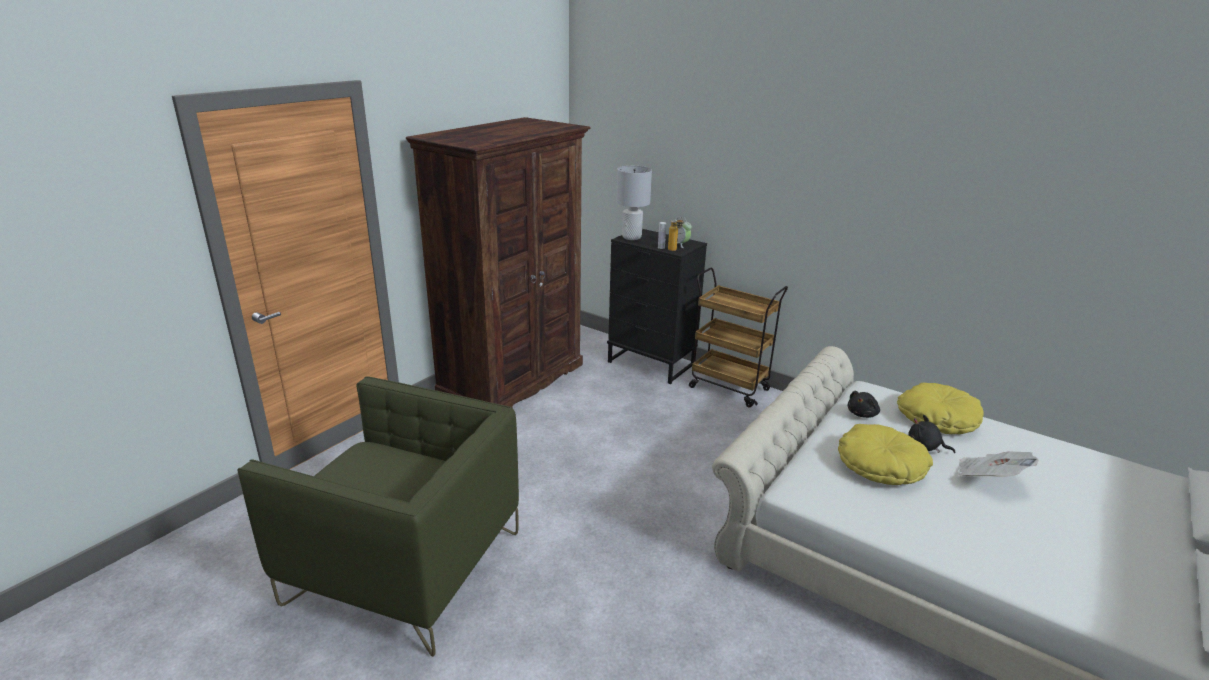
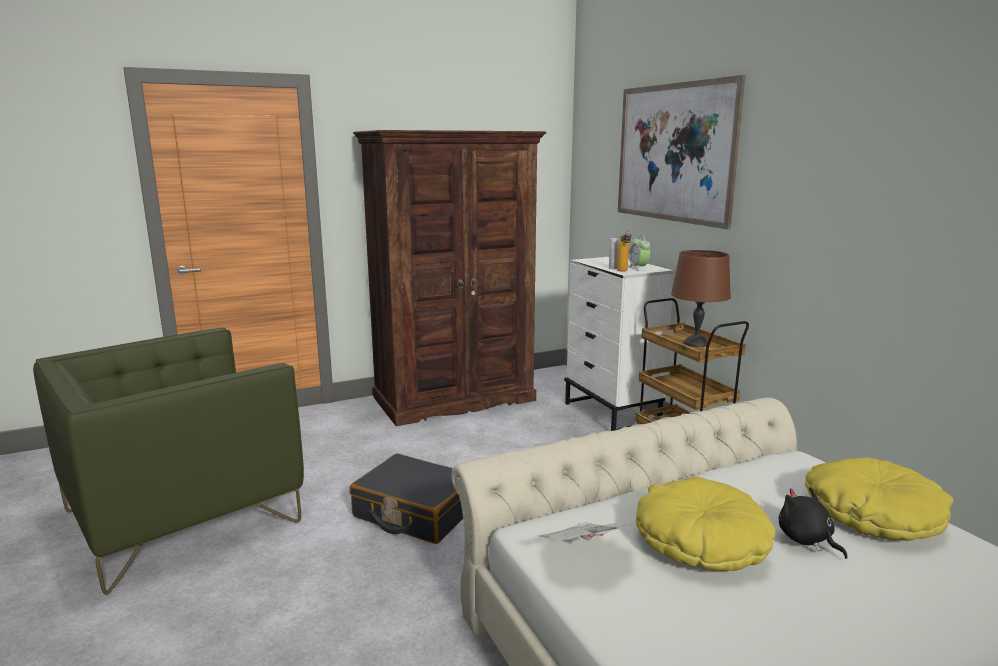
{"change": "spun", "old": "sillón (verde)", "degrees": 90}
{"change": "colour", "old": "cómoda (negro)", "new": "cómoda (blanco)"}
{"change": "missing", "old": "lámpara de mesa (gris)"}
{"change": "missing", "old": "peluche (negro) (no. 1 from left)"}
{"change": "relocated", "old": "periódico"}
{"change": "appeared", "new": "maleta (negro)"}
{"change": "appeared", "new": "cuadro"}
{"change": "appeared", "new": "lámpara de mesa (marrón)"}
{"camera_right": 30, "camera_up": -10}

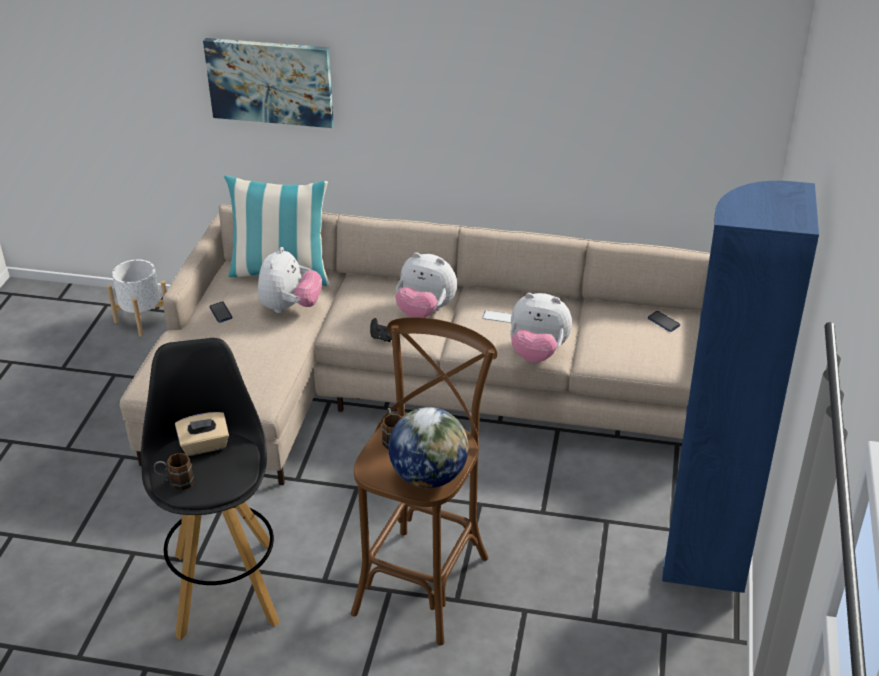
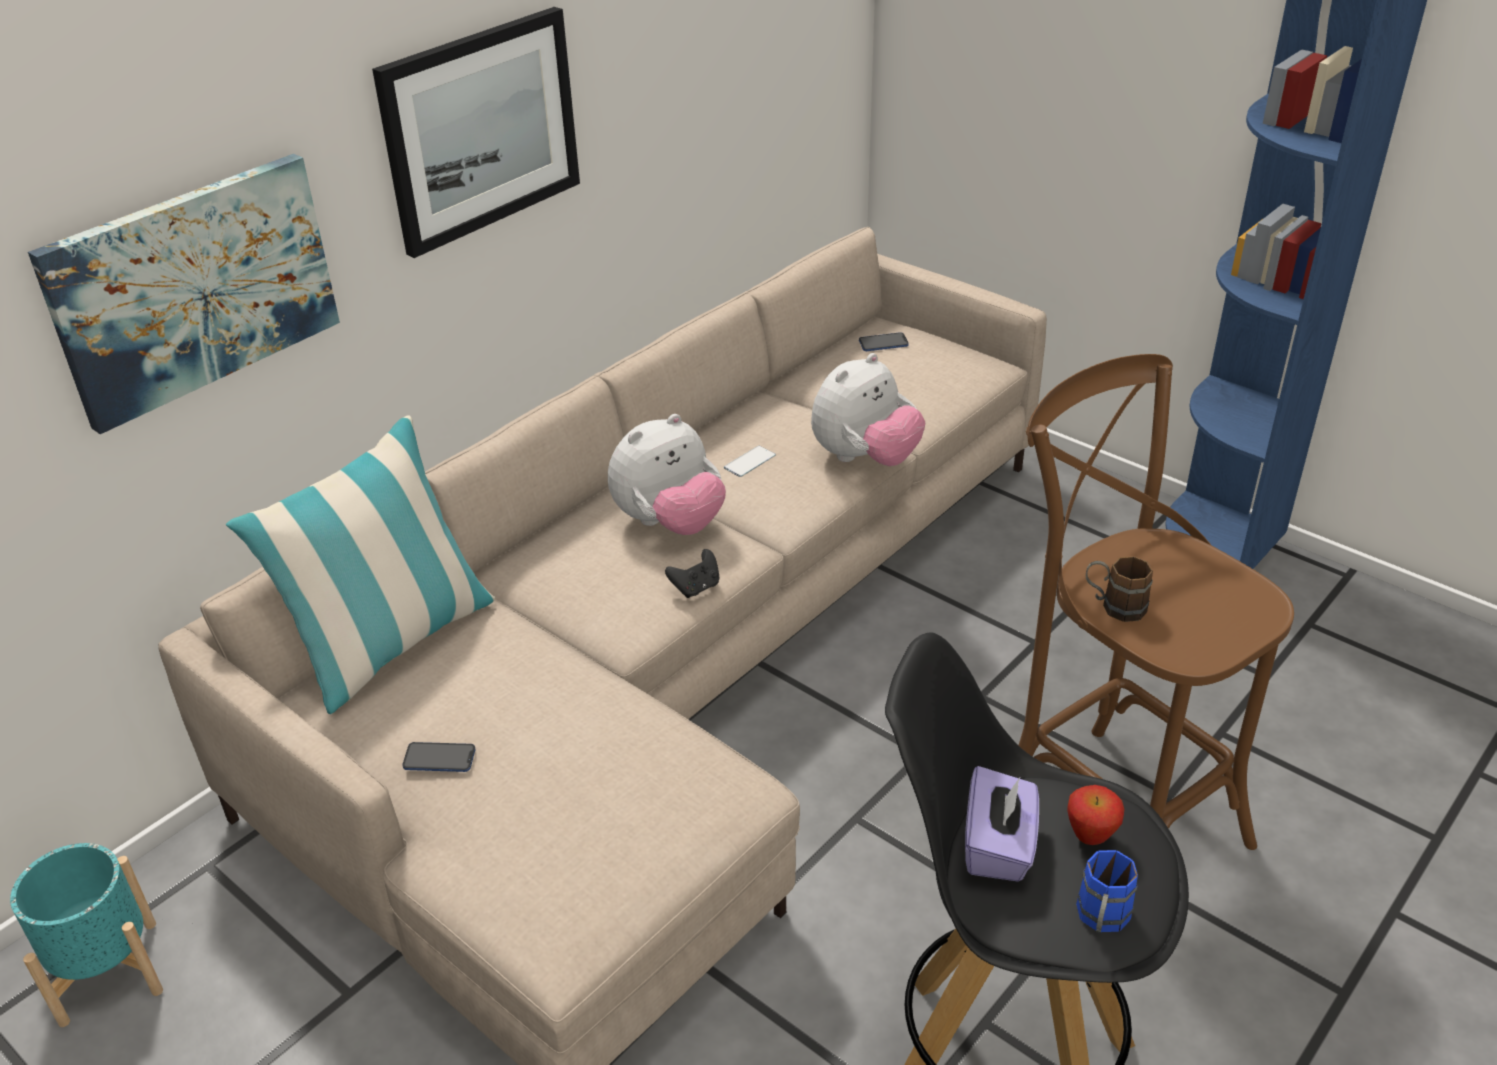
{"change": "colour", "old": "maceta (blanco)", "new": "maceta (turquesa)"}
{"change": "colour", "old": "taza grande (marrón) (no. 1 from left)", "new": "taza grande (azul)"}
{"change": "colour", "old": "caja de pañuelos (beis)", "new": "caja de pañuelos (morado)"}
{"change": "missing", "old": "peluche (no. 1 from left)"}
{"change": "missing", "old": "globo terráqueo"}
{"change": "appeared", "new": "cuadro (no. 2 from left)"}
{"change": "appeared", "new": "manzana"}
{"camera_right": -60, "camera_up": 0}

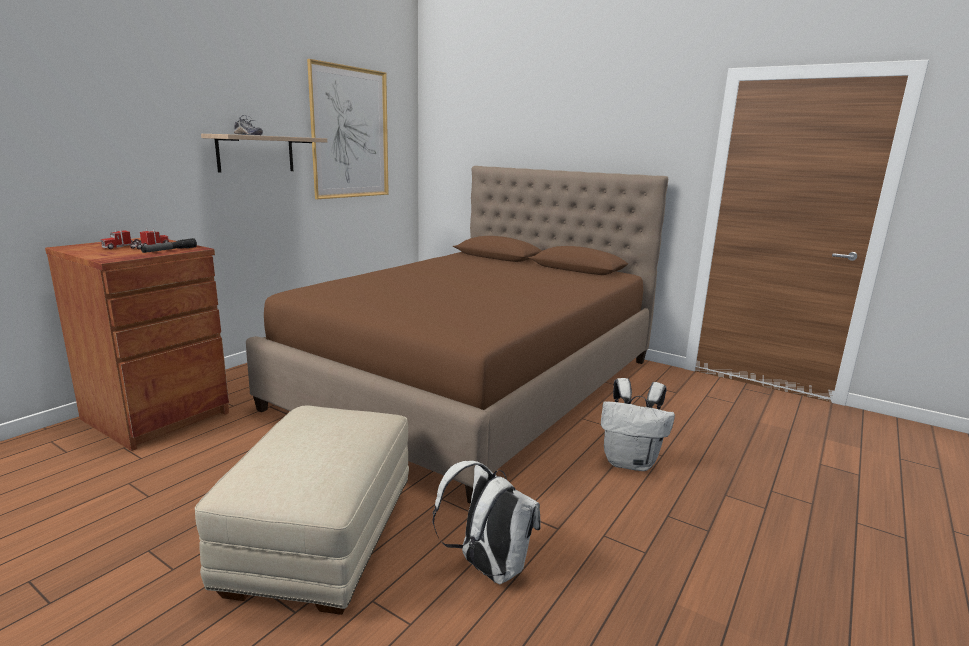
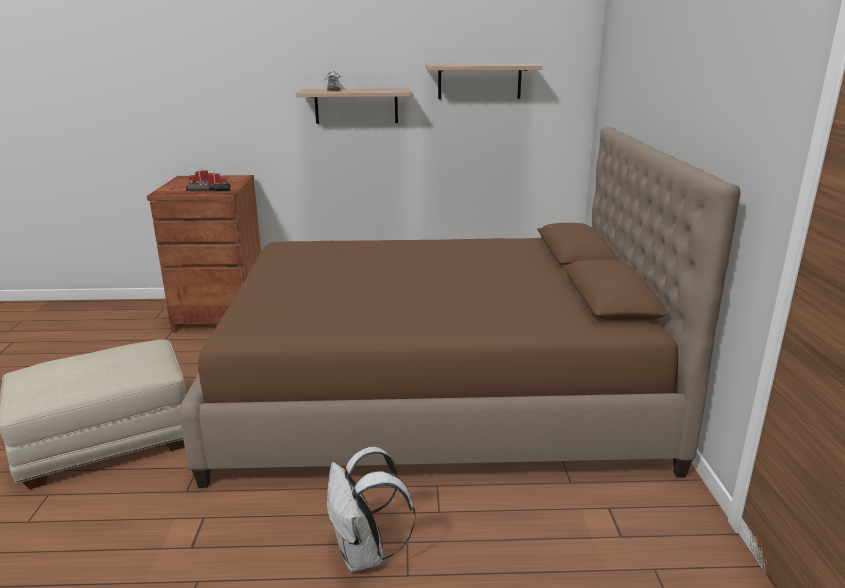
{"change": "exchanged", "old": "cuadro", "new": "estante (no. 2 from left)"}
{"change": "missing", "old": "mochila (blanco) (no. 1 from left)"}
{"camera_right": 55, "camera_up": 5}

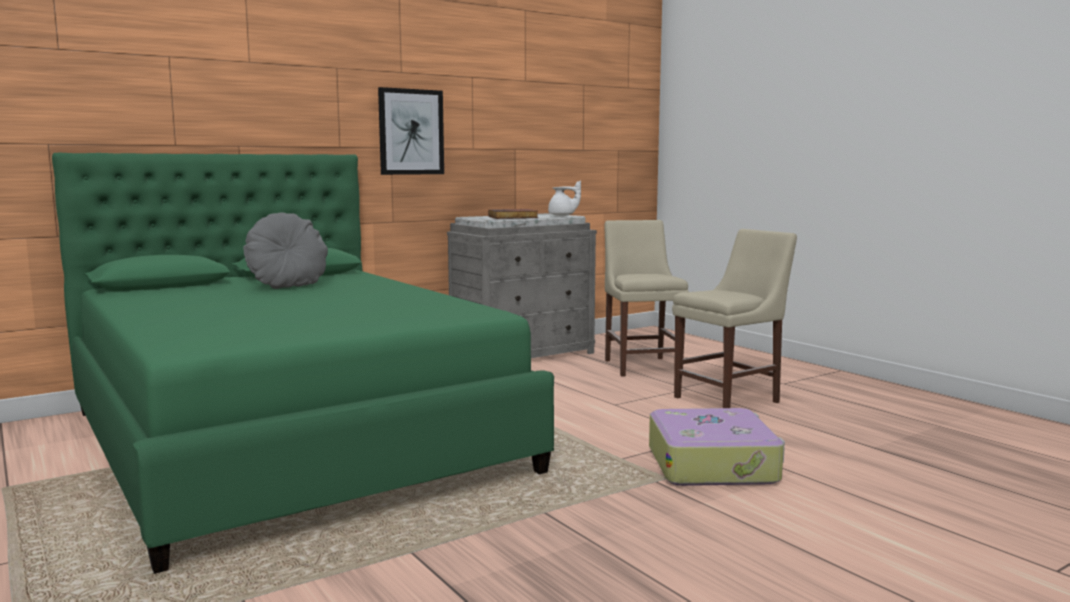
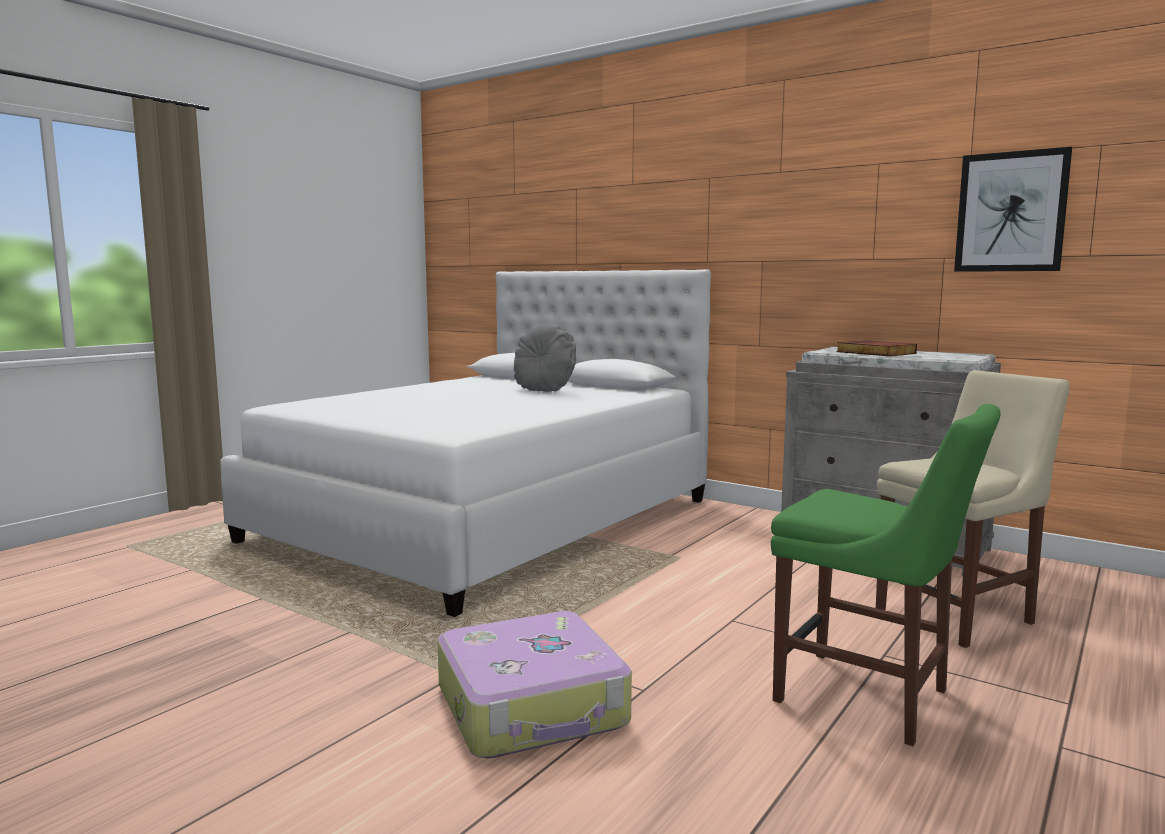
{"change": "colour", "old": "cama (verde)", "new": "cama (blanco)"}
{"change": "relocated", "old": "cuadro"}
{"change": "missing", "old": "tetera (blanco)"}
{"change": "colour", "old": "silla (beis) (no. 2 from left)", "new": "silla (verde)"}
{"camera_right": 70, "camera_up": 0}

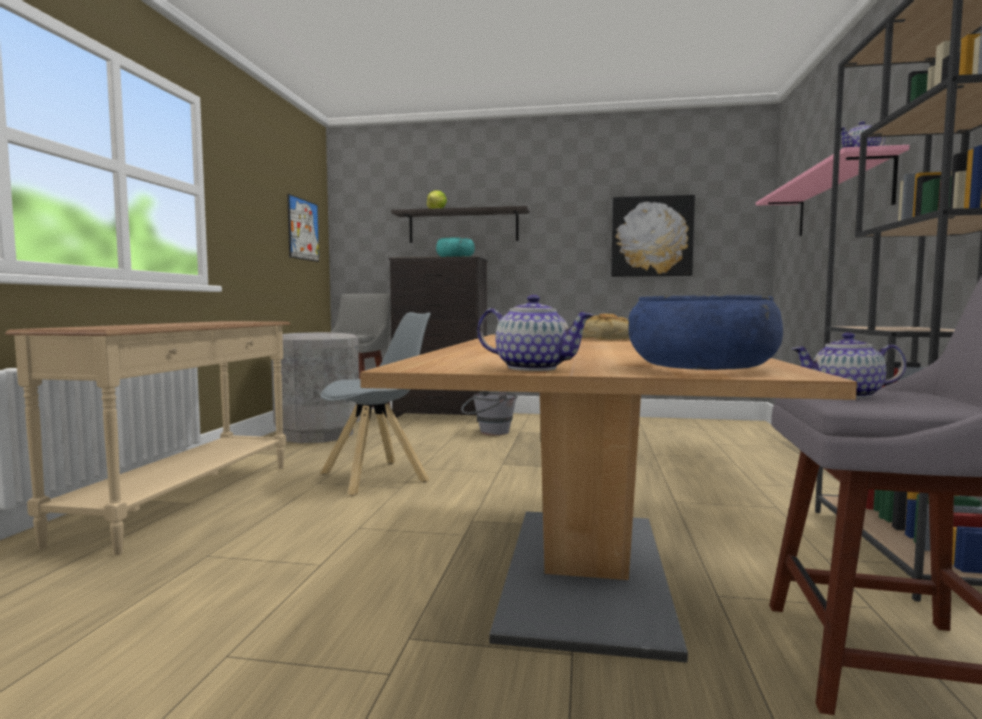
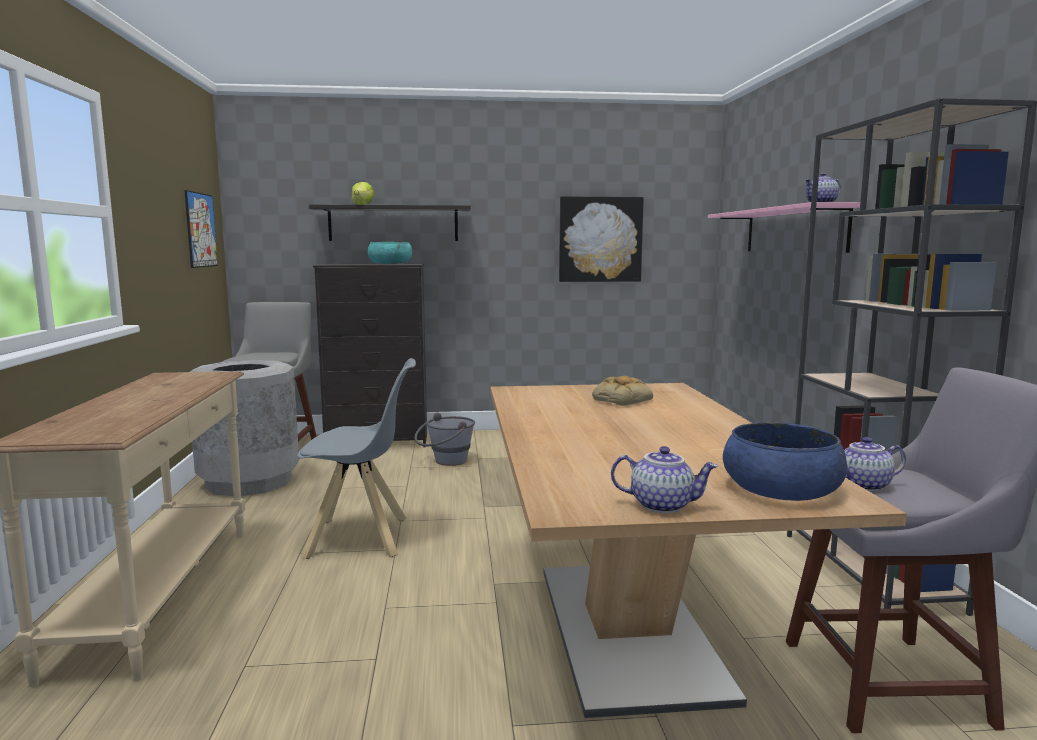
{"change": "spun", "old": "silla (gris)", "degrees": 45}
{"camera_right": -15, "camera_up": 5}

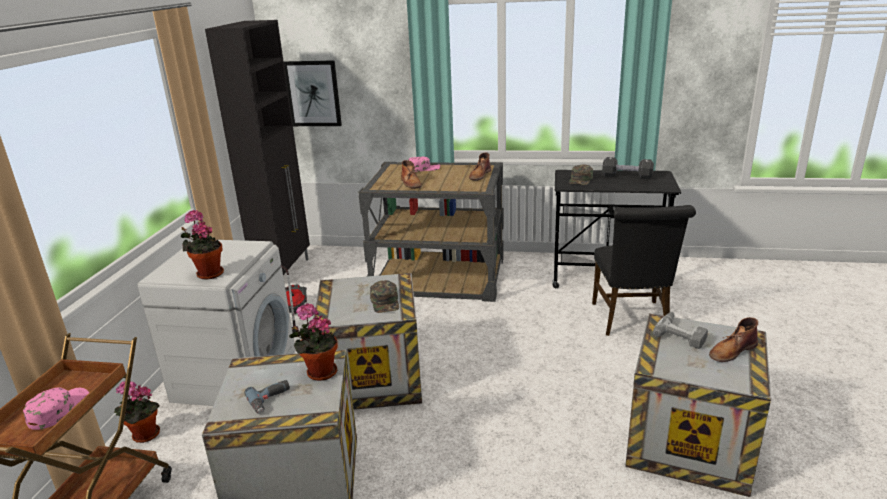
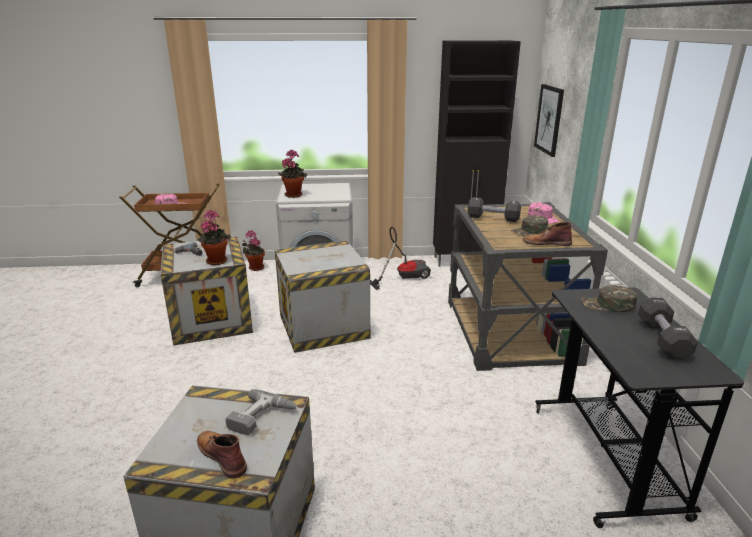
{"change": "relocated", "old": "gorra (verde) (no. 1 from left)"}
{"change": "exchanged", "old": "bota (marrón) (no. 1 from left)", "new": "mancuerna (negro) (no. 1 from left)"}
{"change": "missing", "old": "silla (negro)"}
{"camera_right": 75, "camera_up": 0}

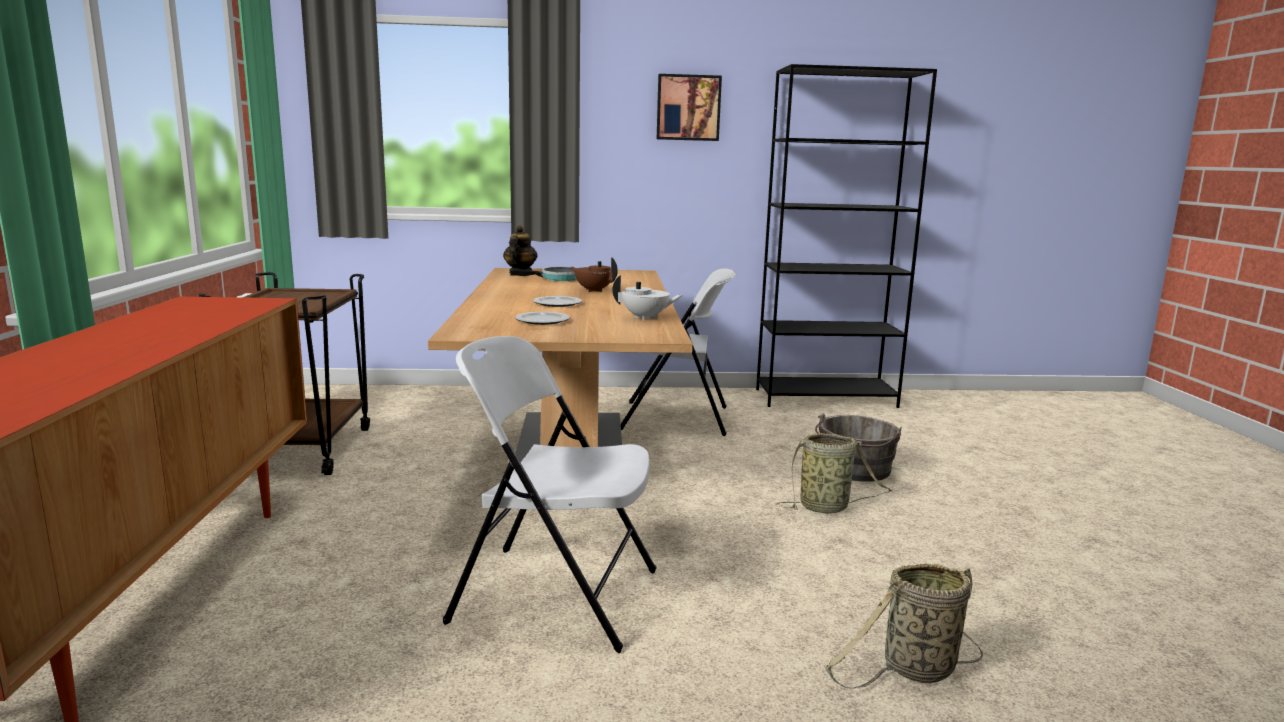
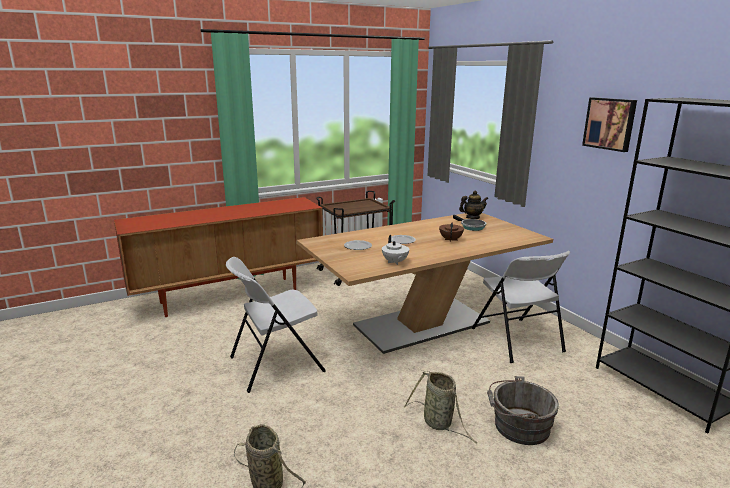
{"change": "spun", "old": "silla (blanco) (no. 1 from left)", "degrees": -105}
{"camera_right": 65, "camera_up": 5}

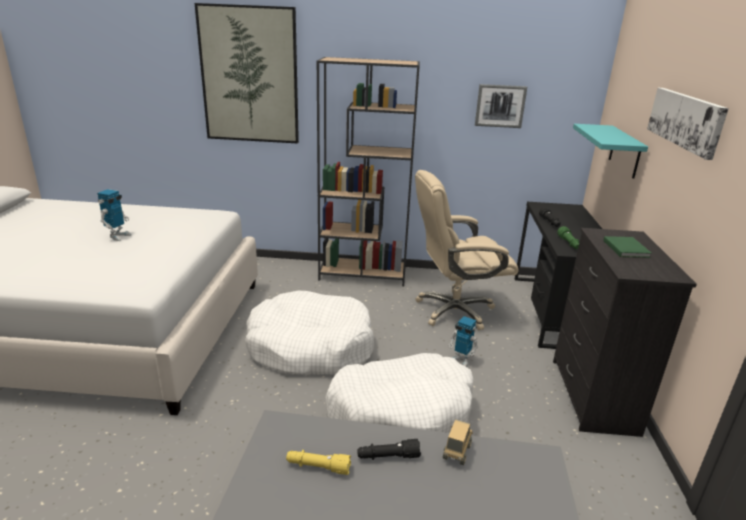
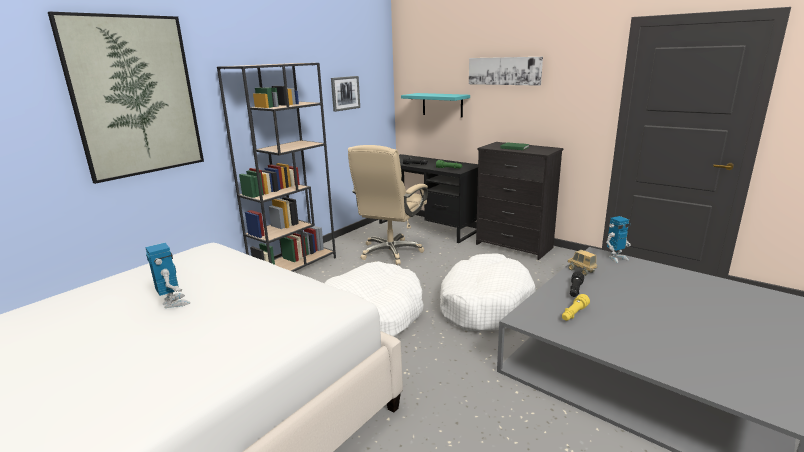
{"change": "relocated", "old": "robot de juguete (no. 2 from left)"}
{"camera_right": -55, "camera_up": -5}

